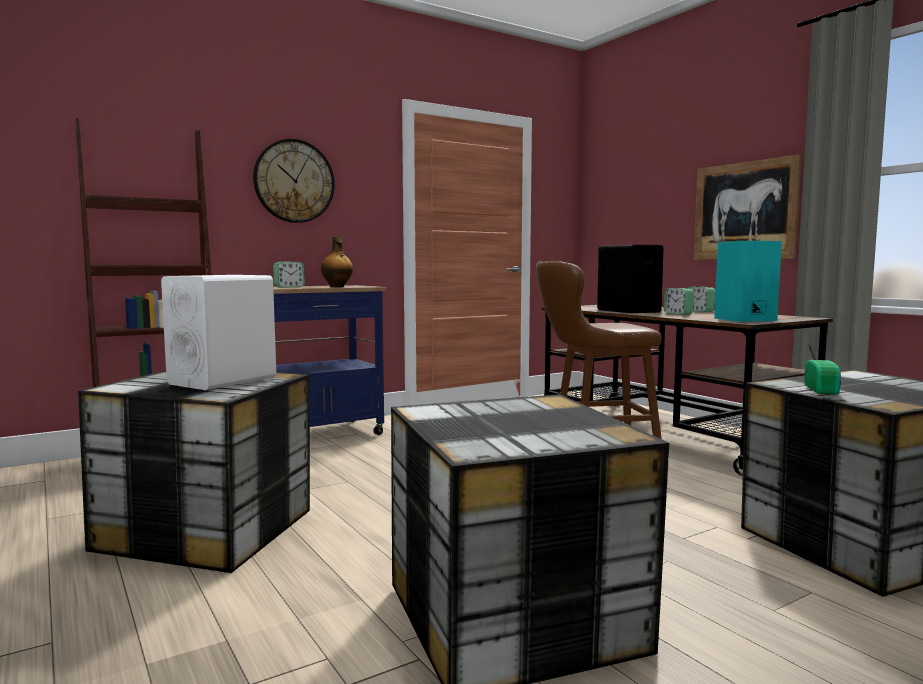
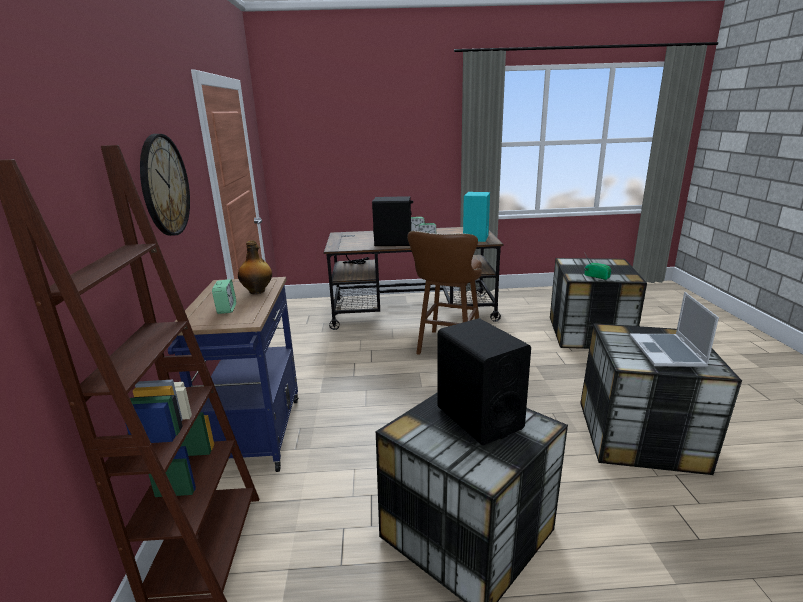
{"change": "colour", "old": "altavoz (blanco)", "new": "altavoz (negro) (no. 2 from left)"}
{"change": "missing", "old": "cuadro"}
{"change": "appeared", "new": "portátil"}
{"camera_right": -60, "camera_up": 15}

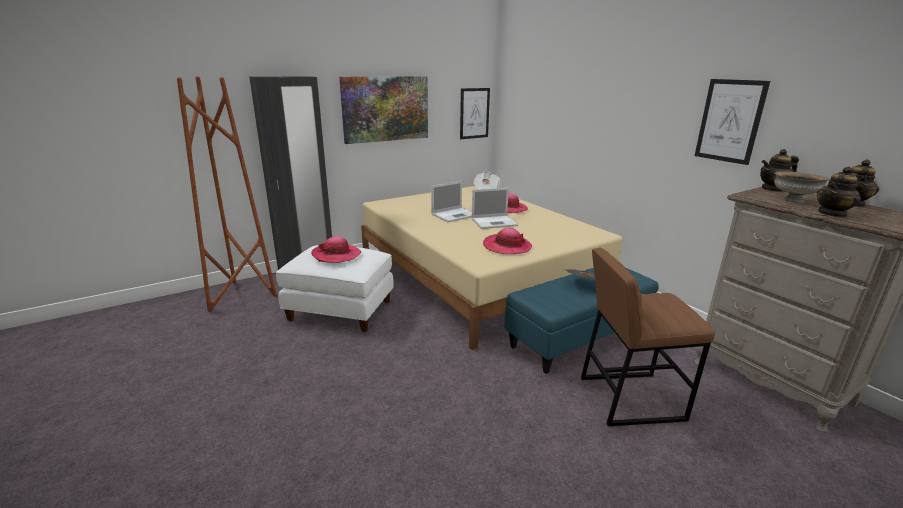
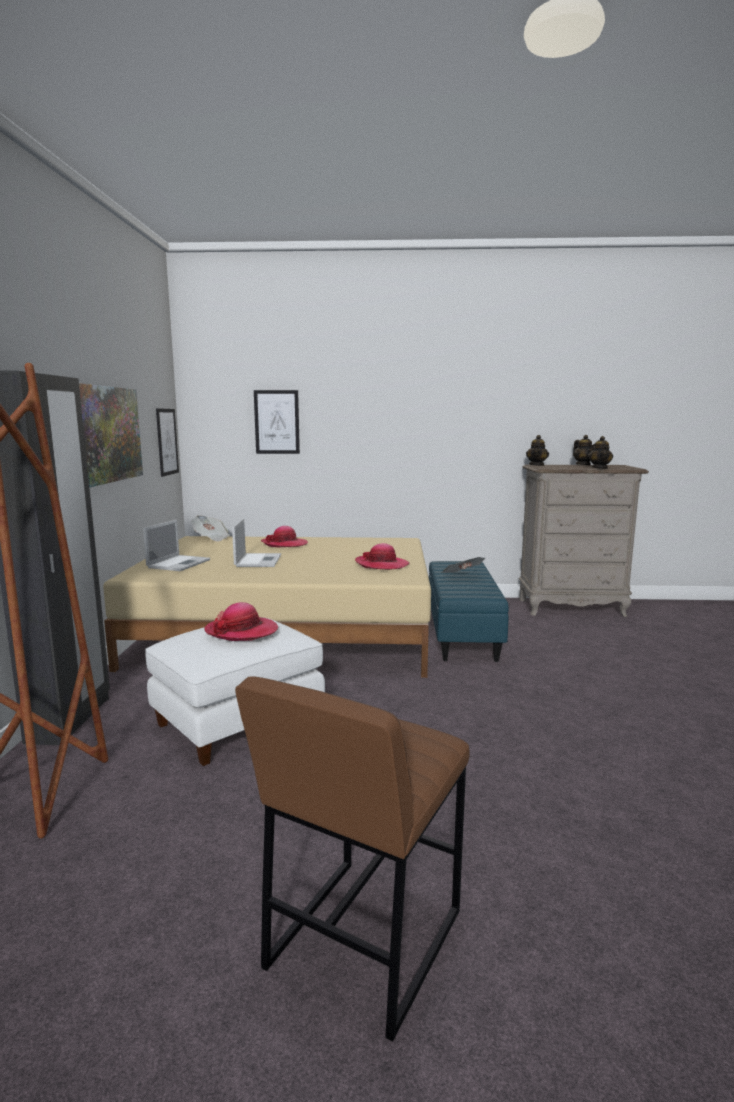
{"change": "relocated", "old": "portátil (no. 2 from left in the first image)", "new": "portátil (no. 1 from left)"}
{"change": "relocated", "old": "silla (marrón)"}
{"change": "relocated", "old": "cuadro (no. 3 from left)"}
{"change": "missing", "old": "cuenco (gris)"}
{"camera_right": -55, "camera_up": -10}

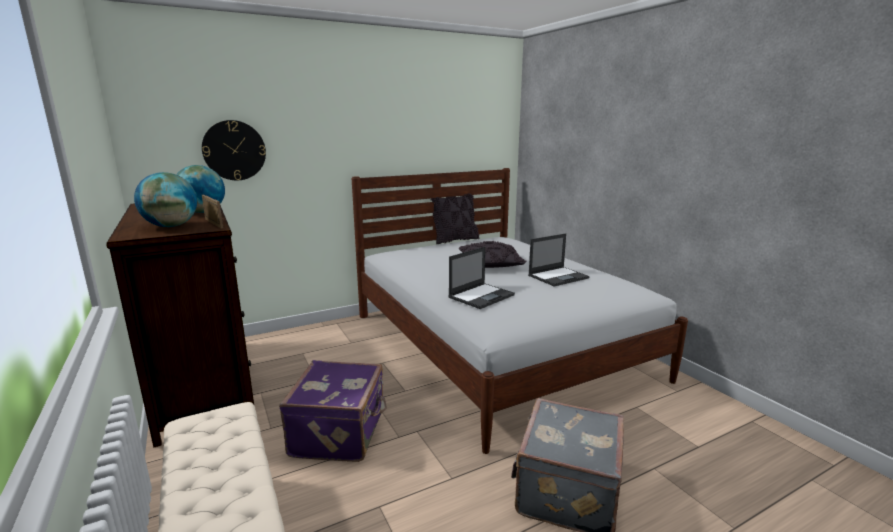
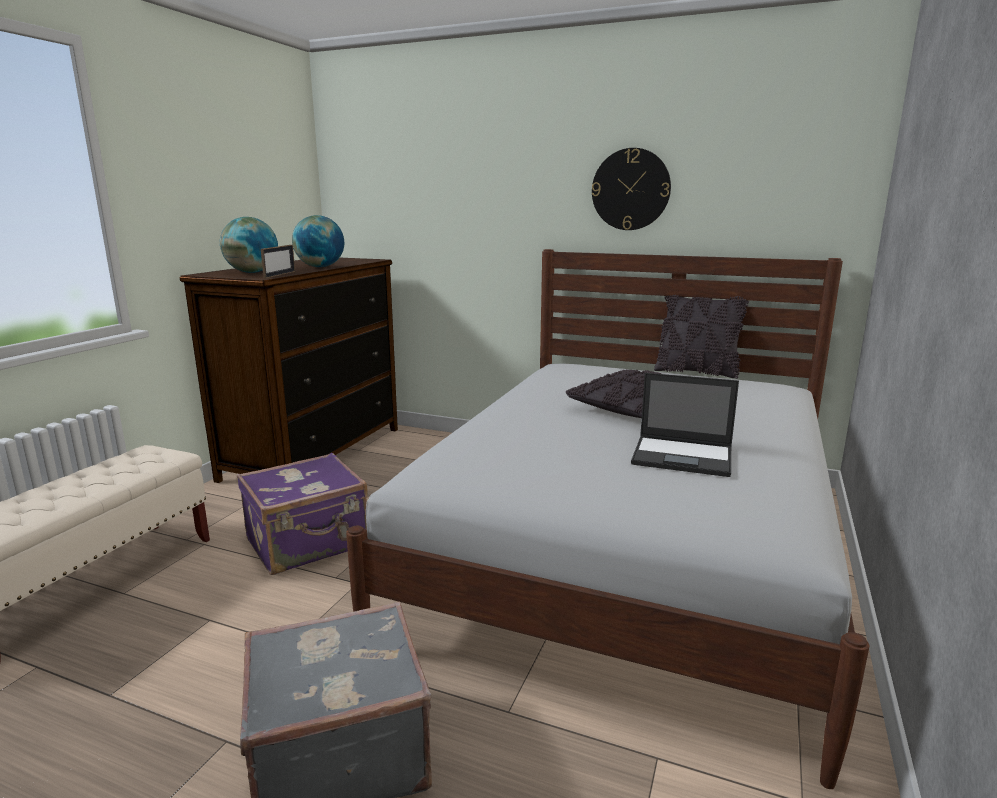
{"change": "relocated", "old": "reloj de pared"}
{"change": "missing", "old": "portátil (no. 1 from left)"}
{"camera_right": 50, "camera_up": 0}

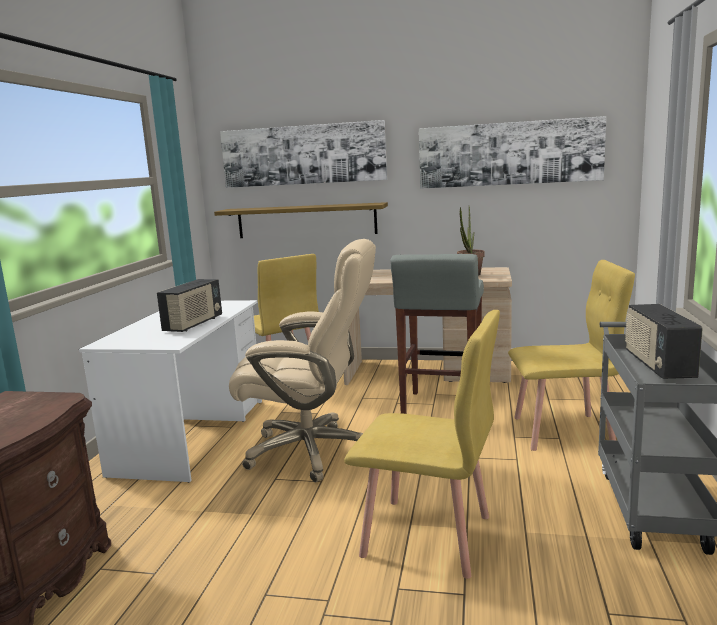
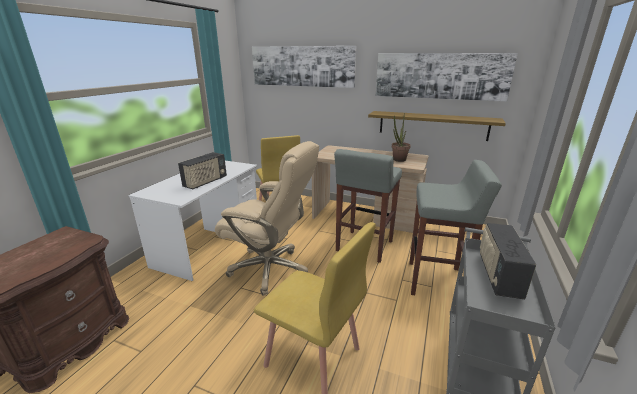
{"change": "relocated", "old": "estante"}
{"change": "exchanged", "old": "silla (amarillo) (no. 3 from left)", "new": "taburete (gris) (no. 2 from left)"}
{"camera_right": 10, "camera_up": 10}

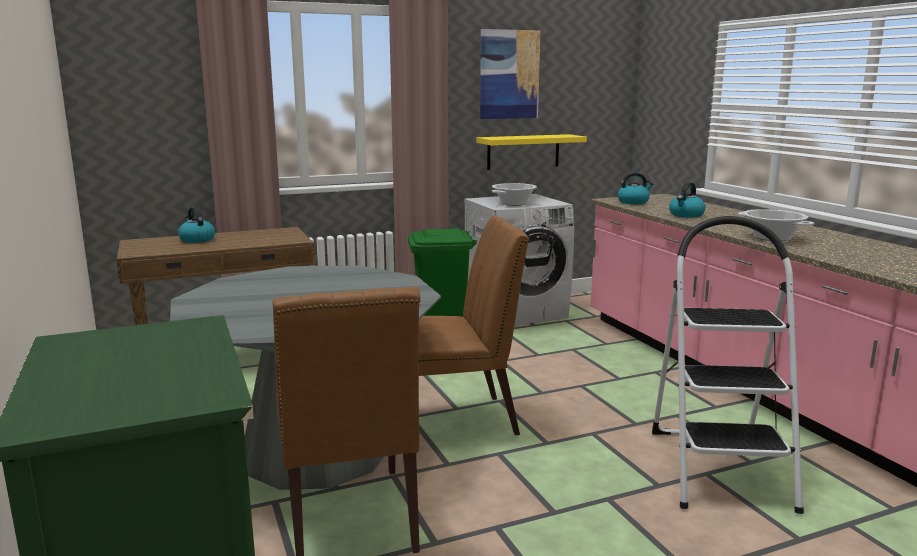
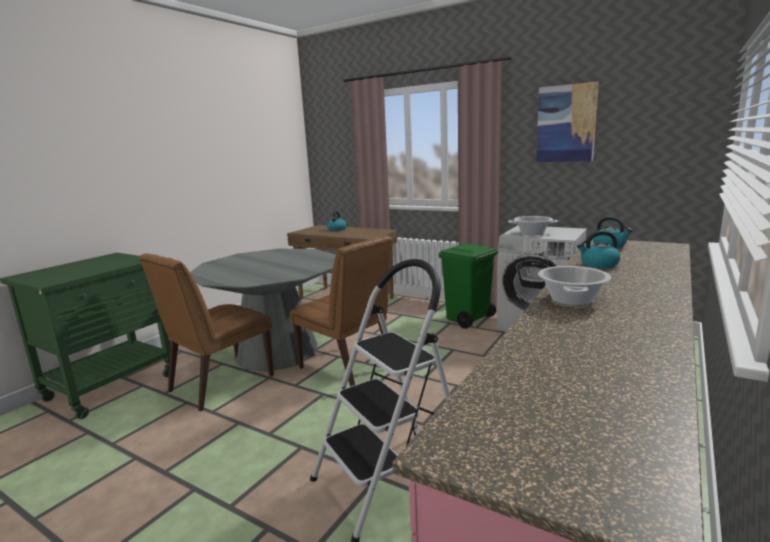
{"change": "missing", "old": "estante (amarillo)"}
{"camera_right": 55, "camera_up": 0}

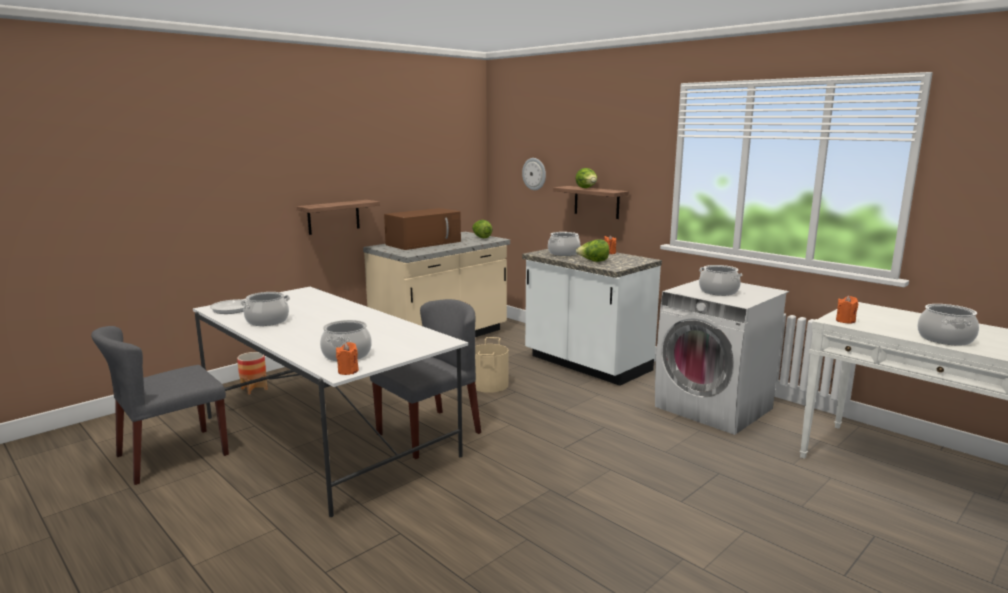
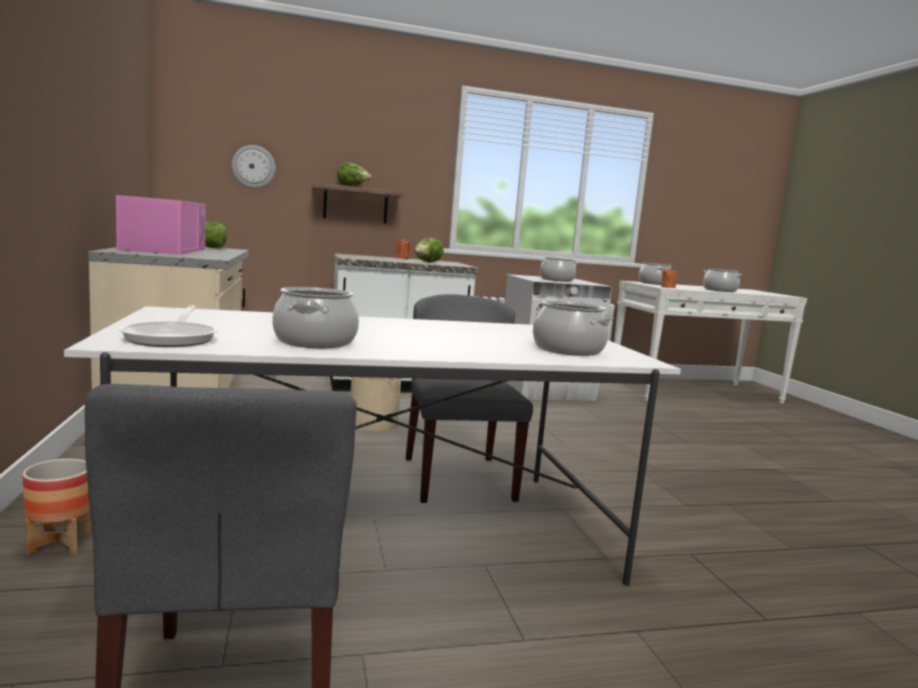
{"change": "missing", "old": "estante (no. 1 from left)"}
{"change": "missing", "old": "vela (naranja) (no. 1 from left)"}
{"change": "colour", "old": "microondas (marrón)", "new": "microondas (rosa)"}
{"change": "relocated", "old": "olla (no. 3 from left in the first image)", "new": "olla (no. 4 from left)"}
{"camera_right": -60, "camera_up": -5}

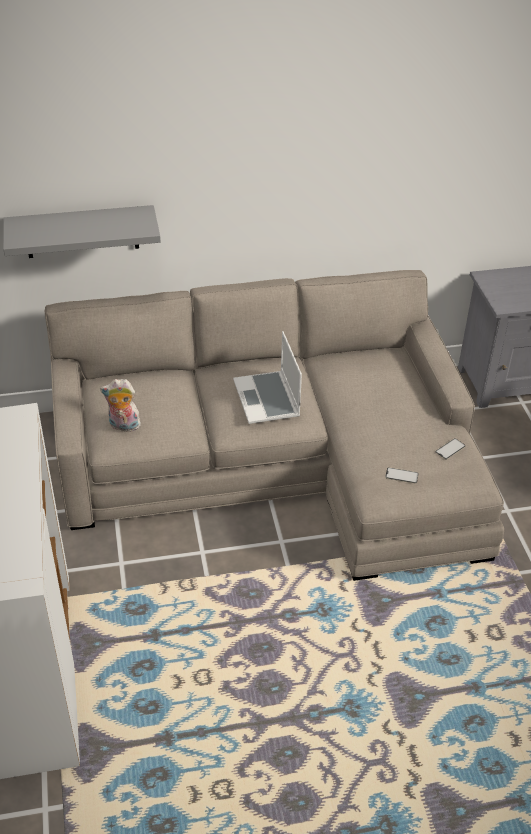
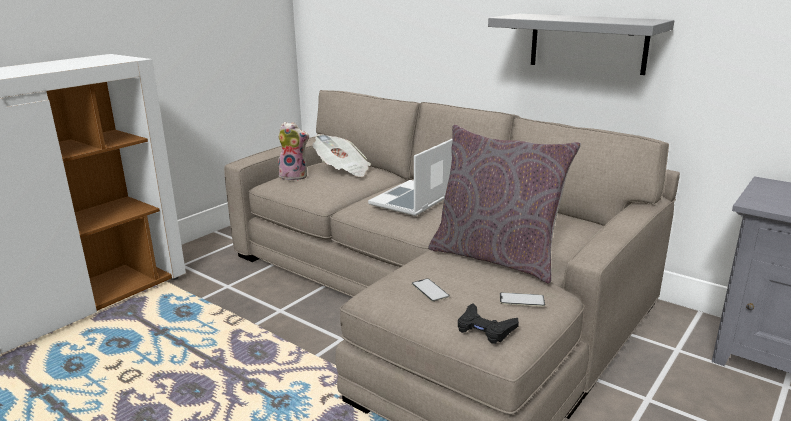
{"change": "relocated", "old": "estante (gris)"}
{"change": "spun", "old": "peluche", "degrees": 135}
{"change": "appeared", "new": "periódico"}
{"change": "appeared", "new": "cojín (gris)"}
{"change": "appeared", "new": "mando de consola (negro)"}
{"camera_right": 50, "camera_up": -20}

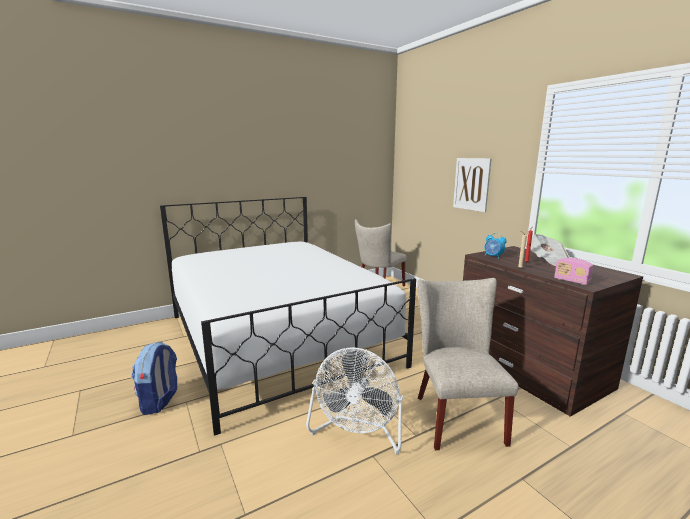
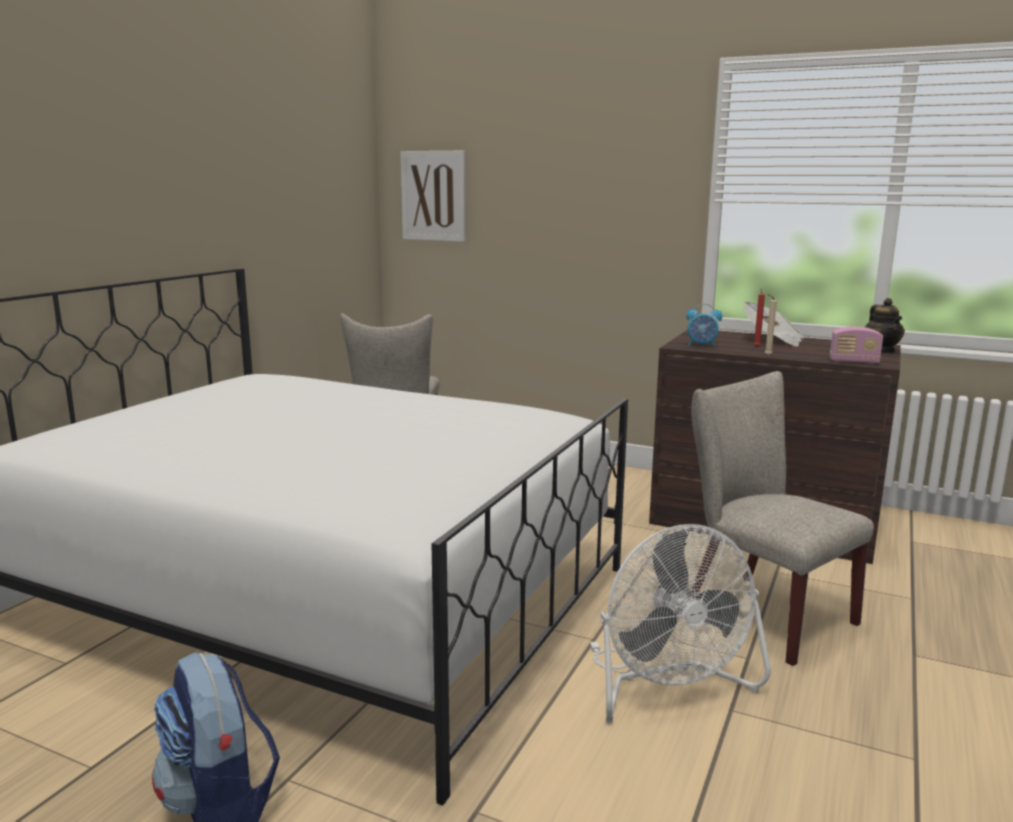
{"change": "relocated", "old": "cuadro"}
{"change": "appeared", "new": "tetera"}
{"camera_right": -35, "camera_up": 0}

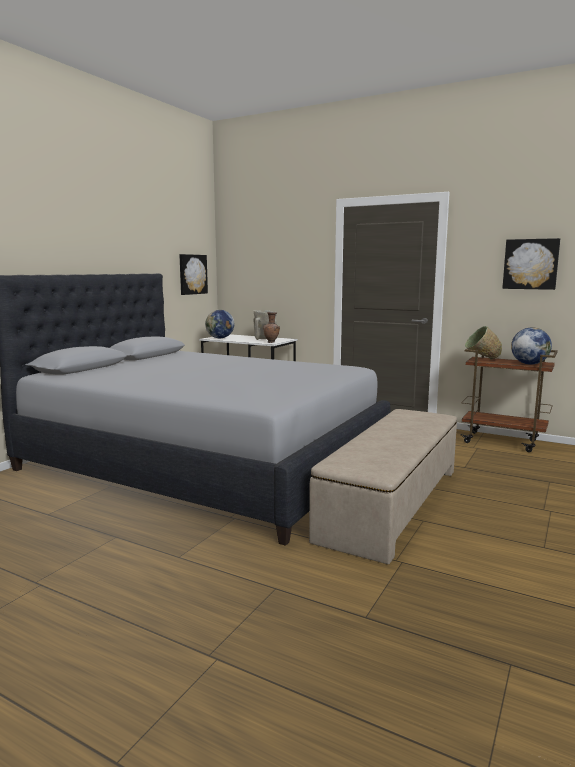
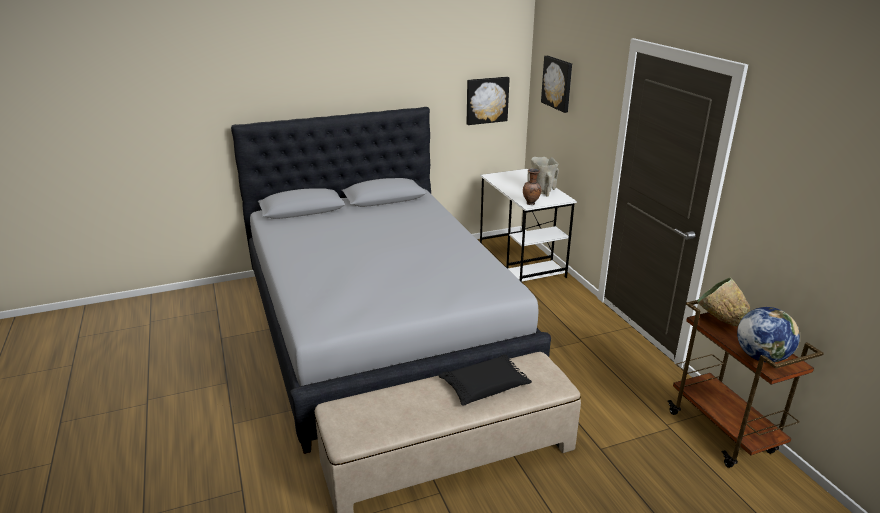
{"change": "missing", "old": "globo terráqueo (no. 1 from left)"}
{"change": "relocated", "old": "cuadro (no. 2 from left)"}
{"change": "appeared", "new": "cojín (negro)"}
{"camera_right": 40, "camera_up": 15}

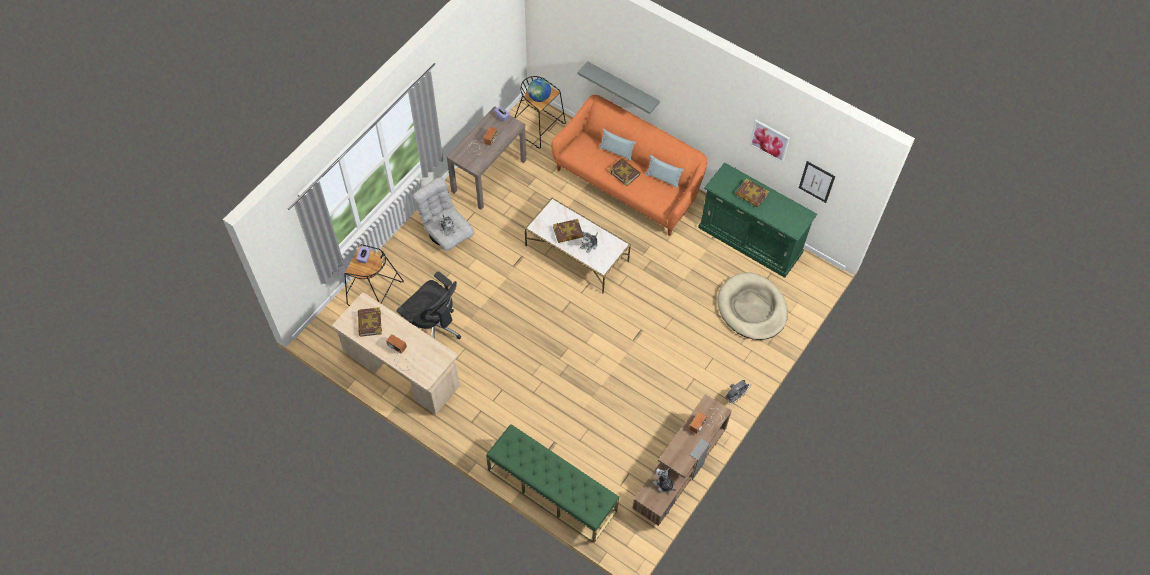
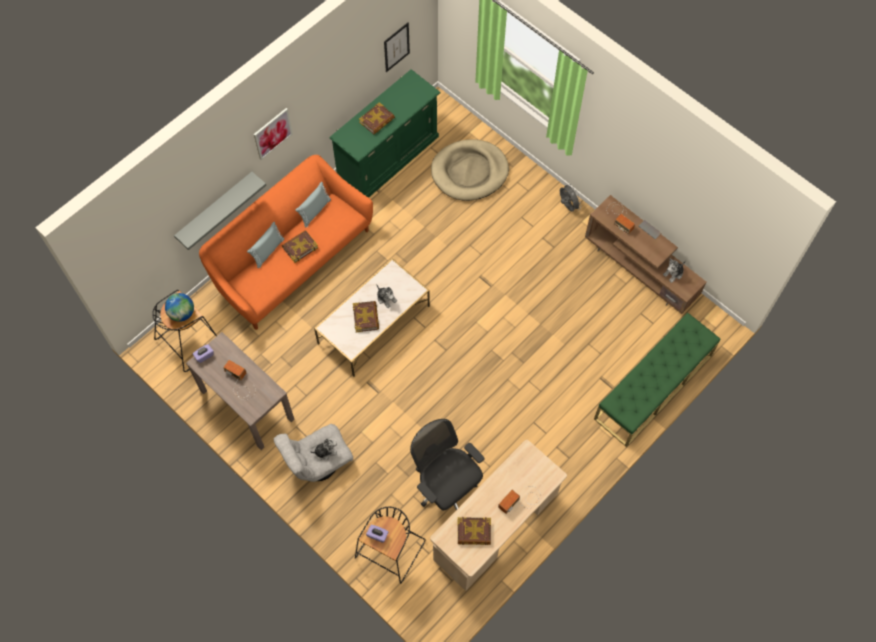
{"change": "spun", "old": "silla de oficina", "degrees": -90}
{"change": "relocated", "old": "cuadro (no. 1 from left)"}
{"camera_right": -80, "camera_up": 5}

